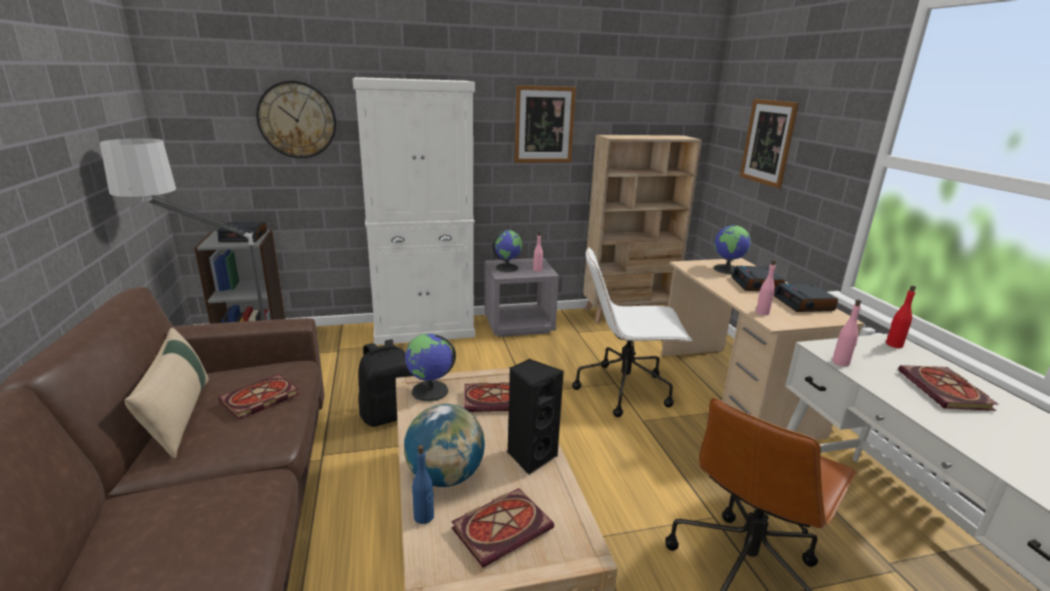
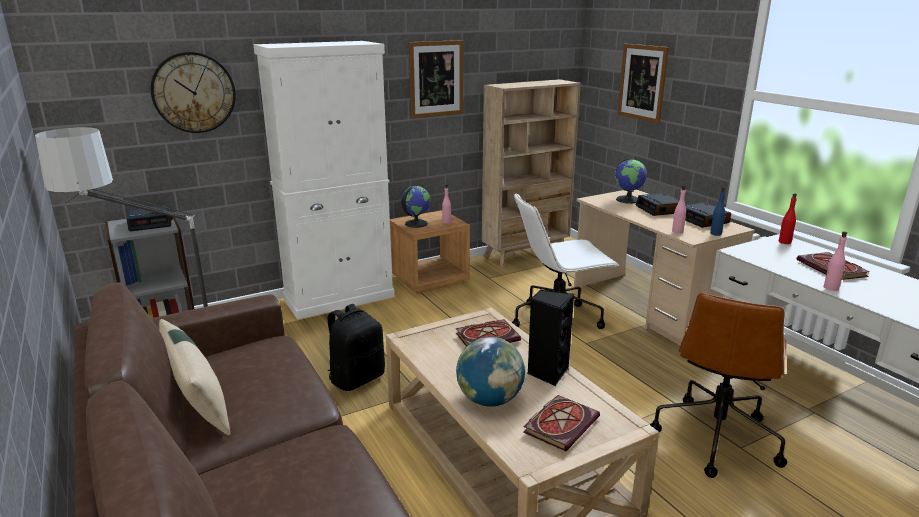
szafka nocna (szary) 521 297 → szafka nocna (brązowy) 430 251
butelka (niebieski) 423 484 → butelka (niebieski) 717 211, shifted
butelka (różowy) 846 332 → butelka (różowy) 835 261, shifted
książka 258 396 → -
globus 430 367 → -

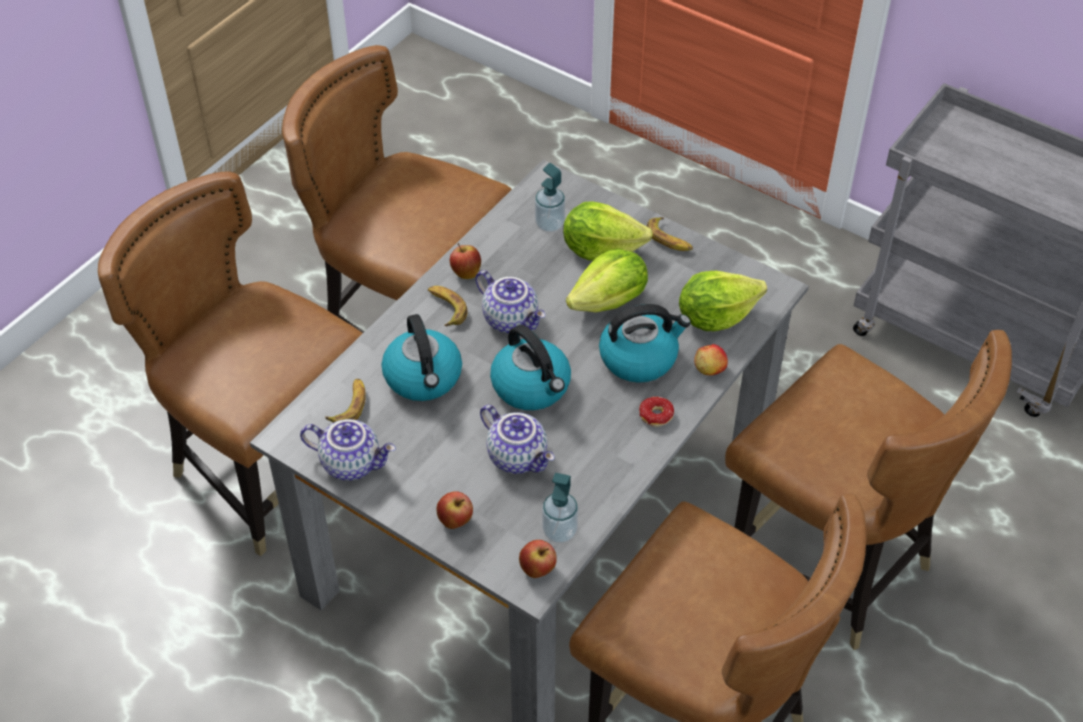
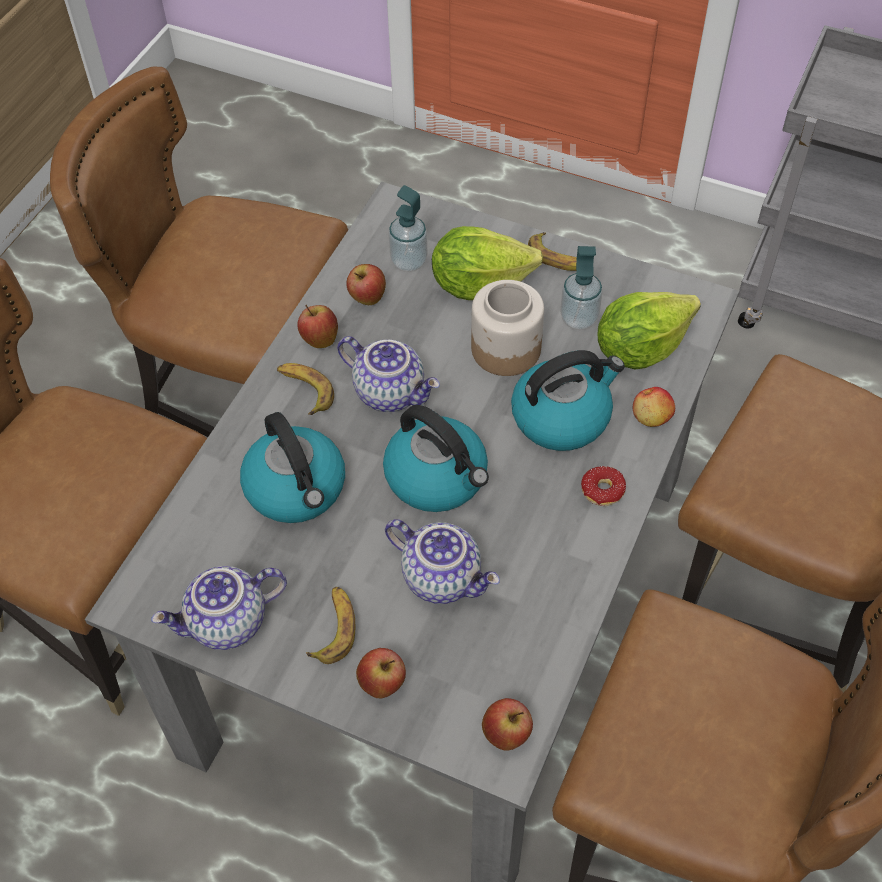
imbryk 348 450 → imbryk 219 608, 150 degrees clockwise
banan 345 401 → banan 330 625, shifted
- → jabłko 366 284
sałata 607 281 → słoik 507 328
dozownik mydła 560 508 → dozownik mydła 581 288, shifted

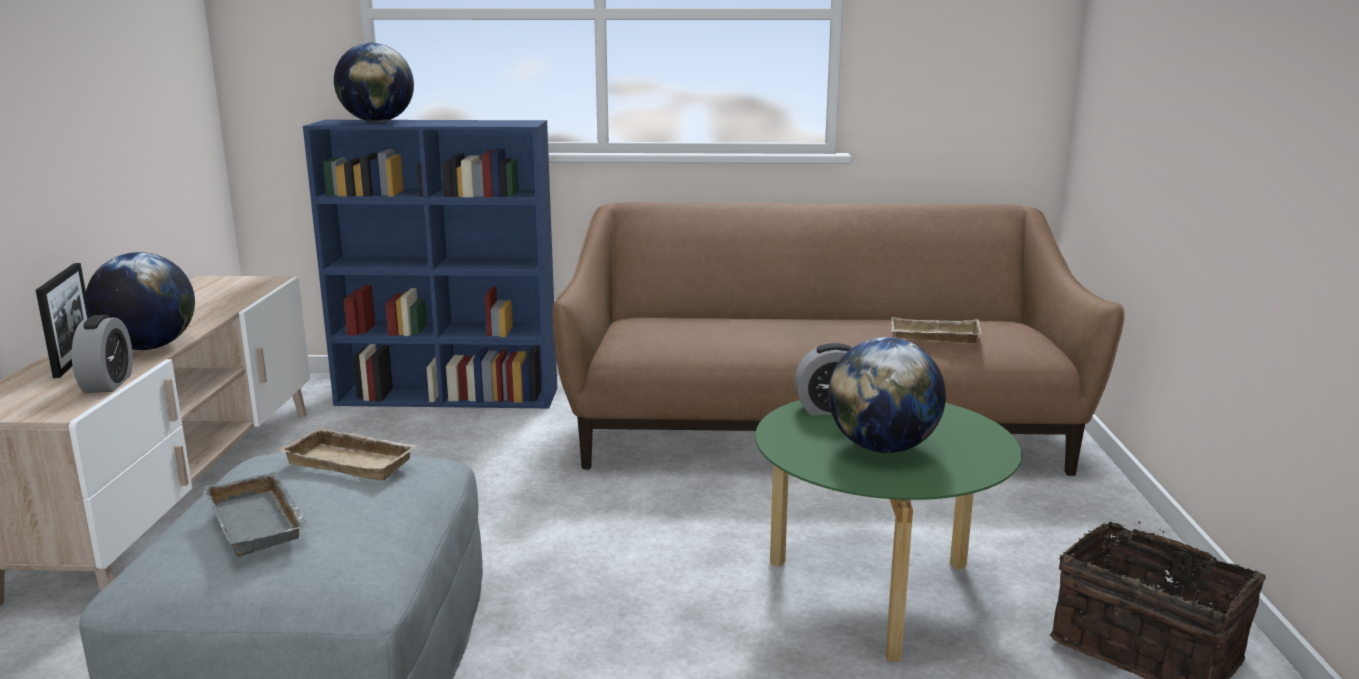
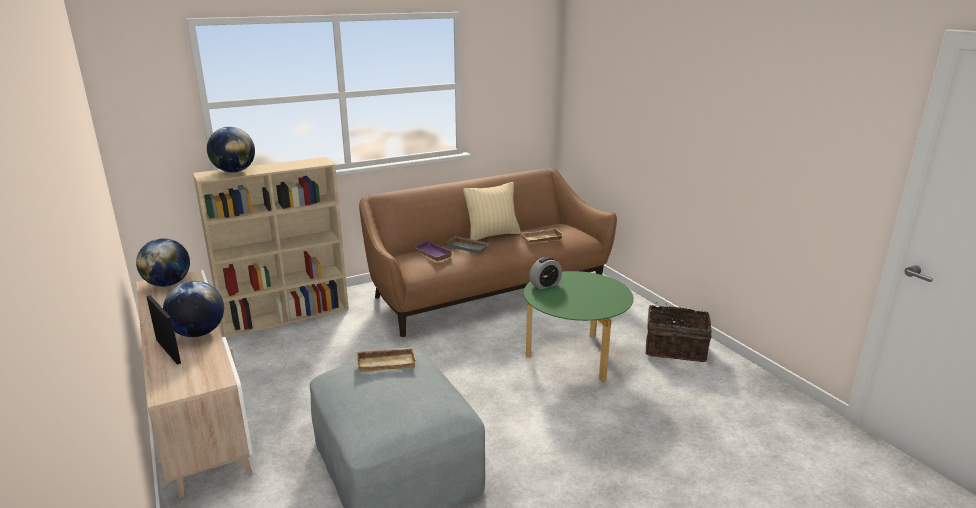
globus 887 395 → globus 163 262, shifted
regał (niebieski) 430 264 → regał (beżowy) 271 247
- → taca (fioletowy) 432 251
taca (szary) 256 514 → taca (szary) 468 245, shifted
- → poduszka (beżowy) 492 211
budzik 102 354 → -

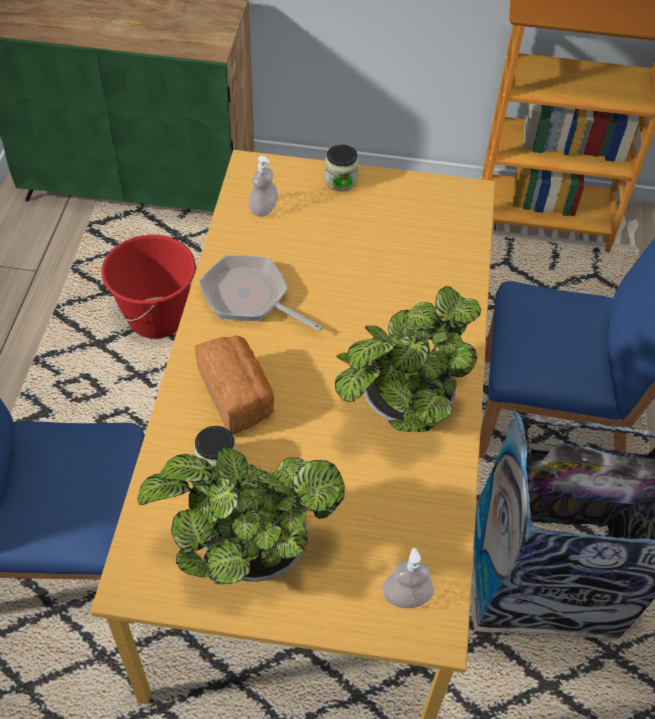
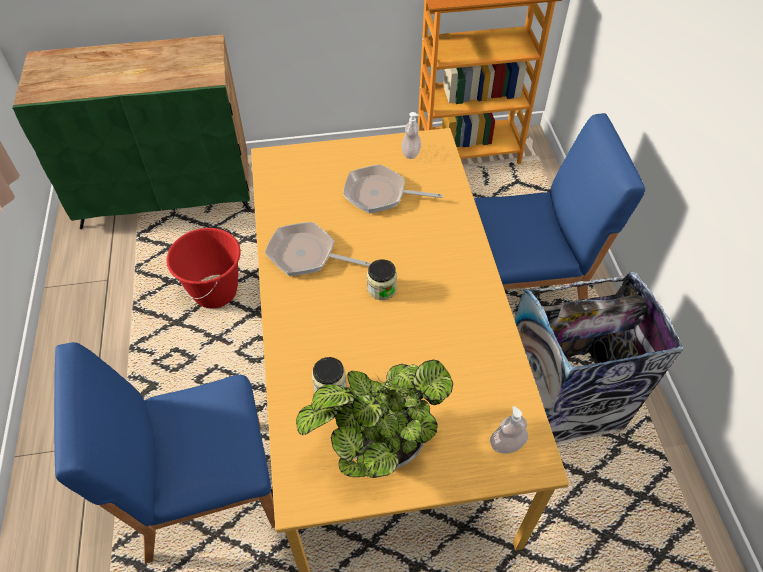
- → patelnia 392 189
słoik 341 167 → słoik 382 279, shifted
dozownik mydła 263 186 → dozownik mydła 411 135, shifted
chleb 234 385 → -
roślina doniczkowa 408 359 → -

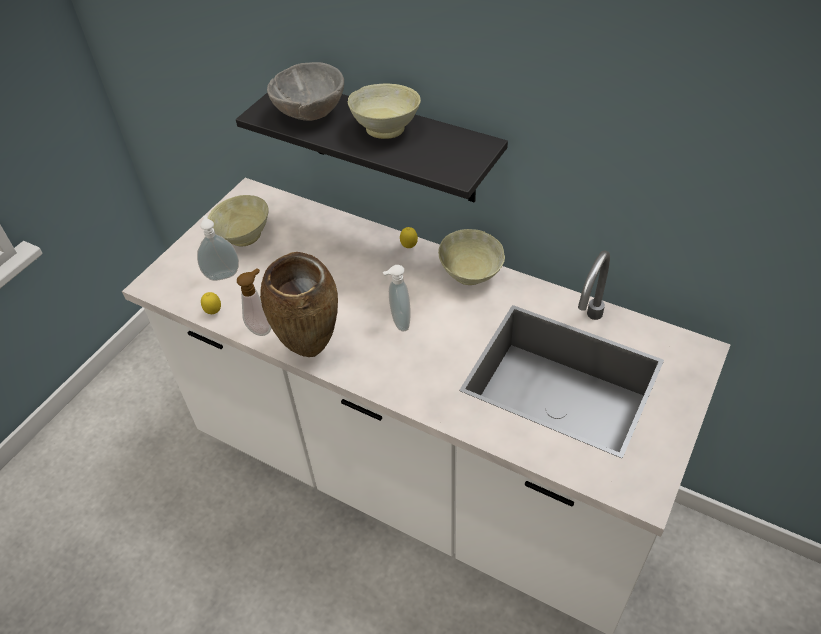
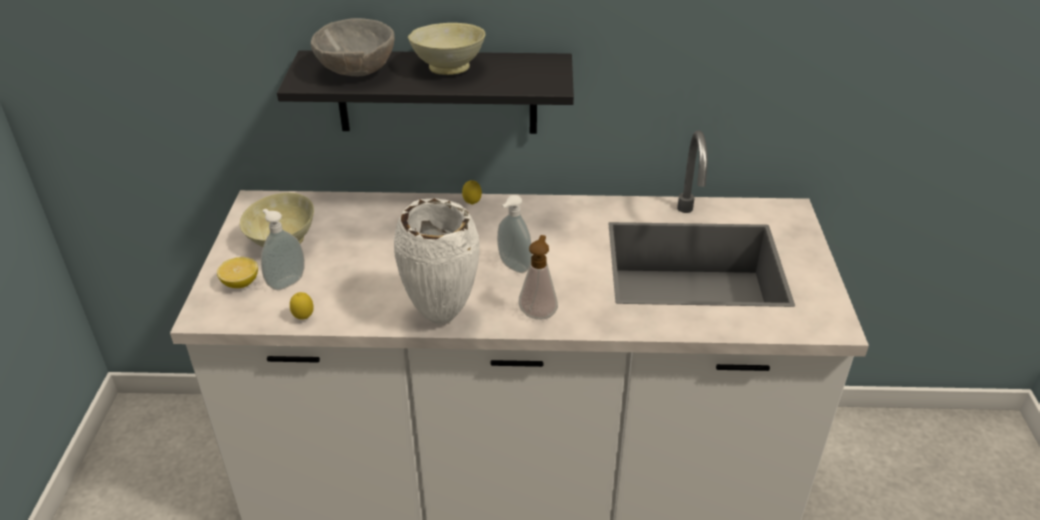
- → cytryna 237 272
wazon (brązowy) 299 304 → wazon (biały) 437 262
dozownik mydła 254 302 → dozownik mydła 538 277, shifted
miska (beżowy) 471 257 → -

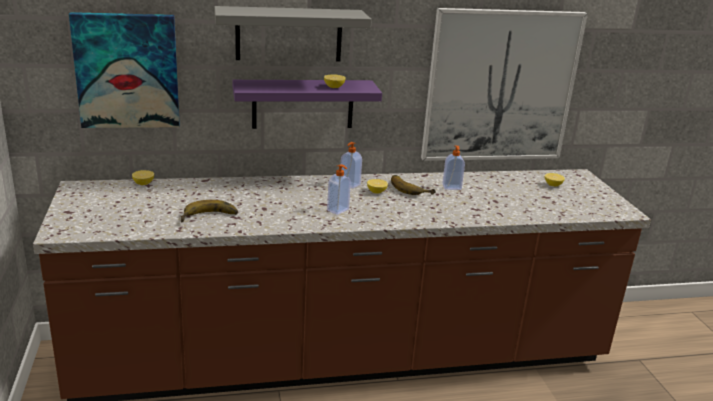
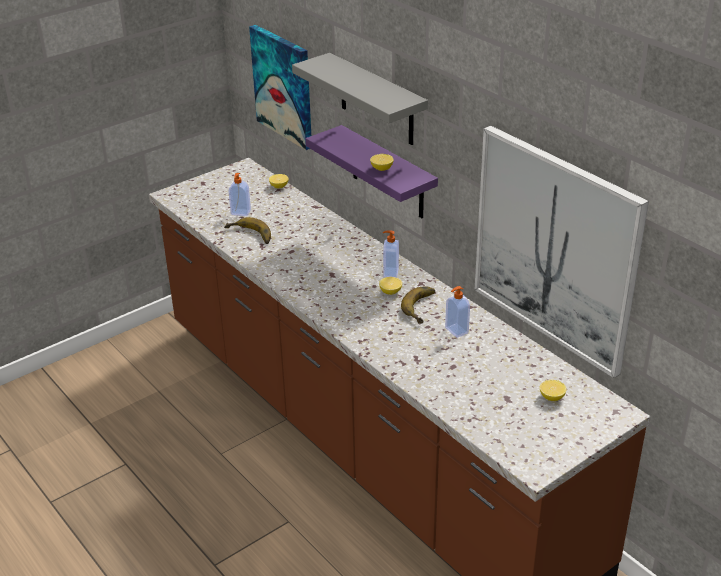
dozownik mydła 339 189 → dozownik mydła 239 194, shifted

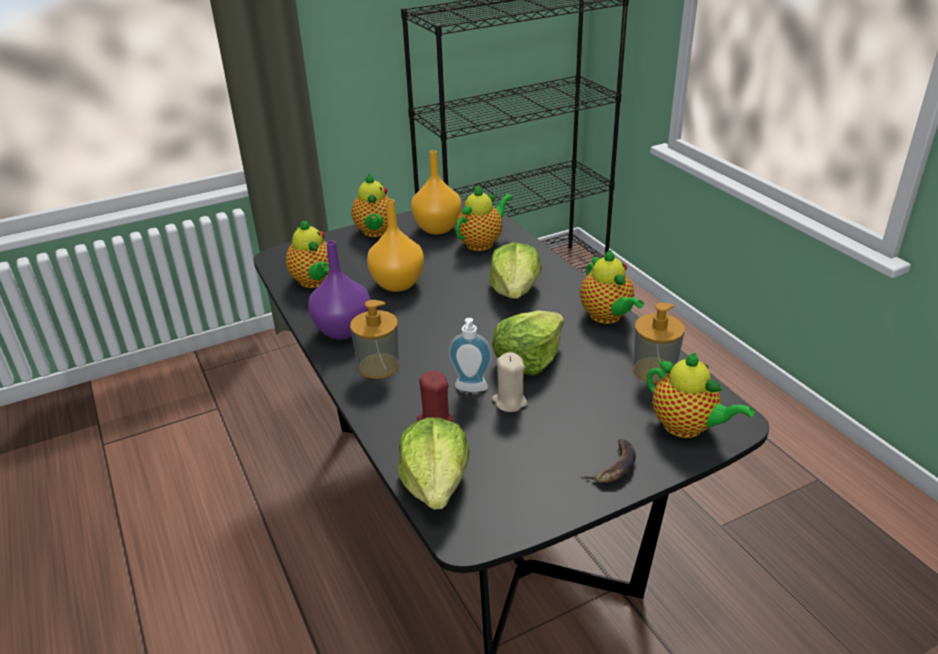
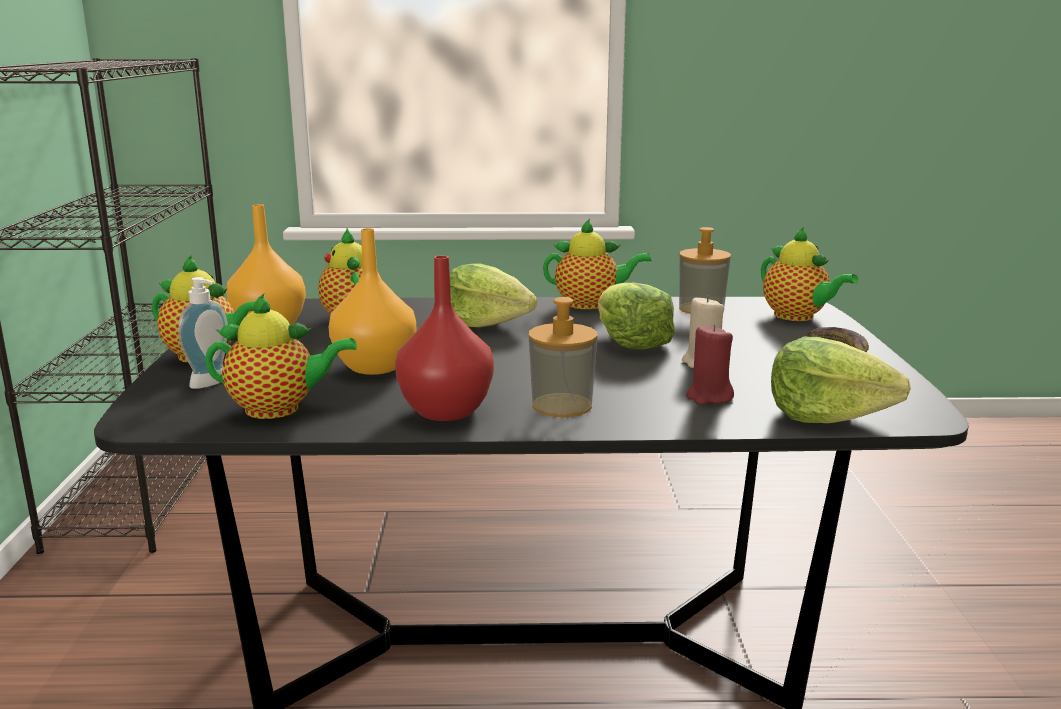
dozownik mydła 470 355 → dozownik mydła 203 333, shifted
wazon (fioletowy) 339 290 → wazon (czerwony) 444 338
imbryk 701 395 → imbryk 809 274, 75 degrees clockwise

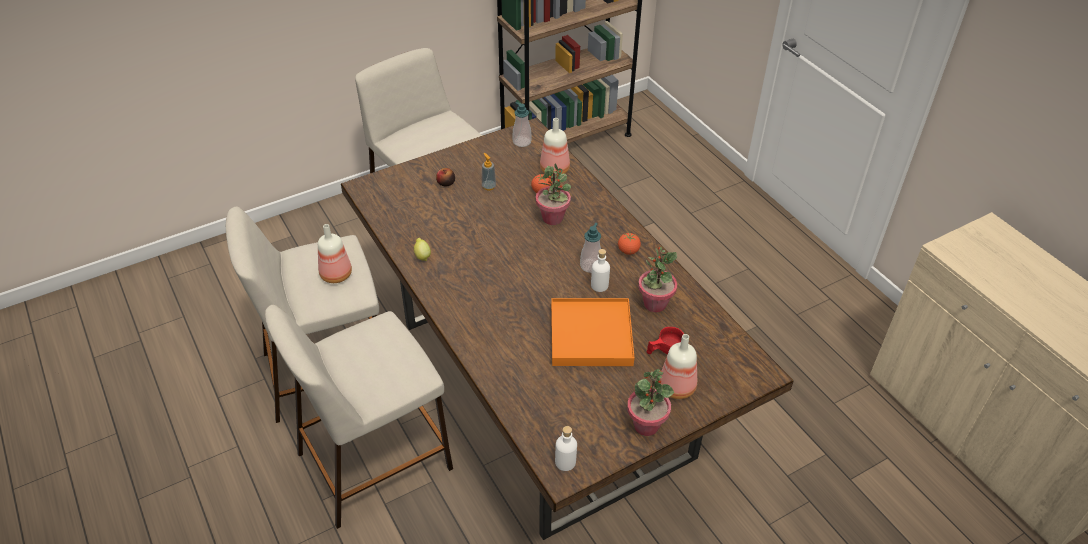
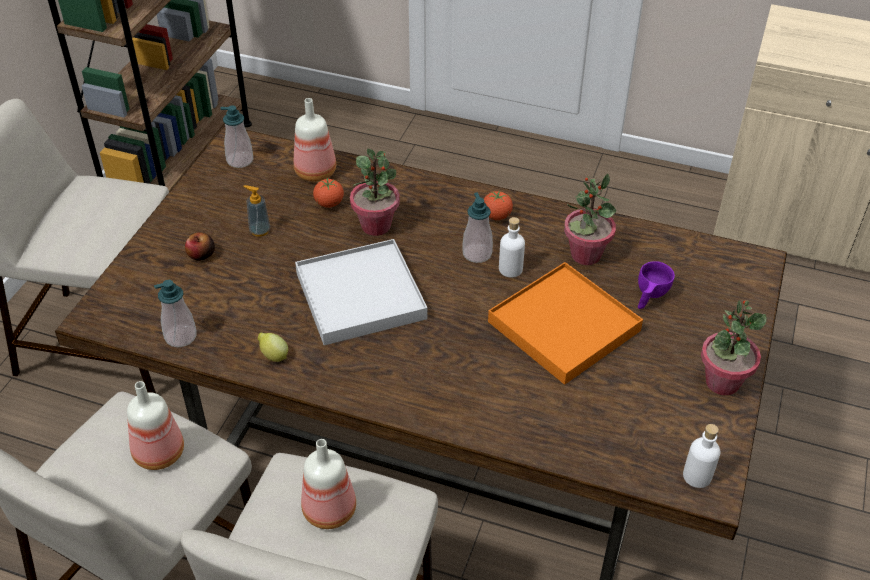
- → dozownik mydła 175 313
- → taca (biały) 361 292
butelka 678 366 → butelka 328 484, shifted
filiżanka (czerwony) 665 340 → filiżanka (fioletowy) 656 285

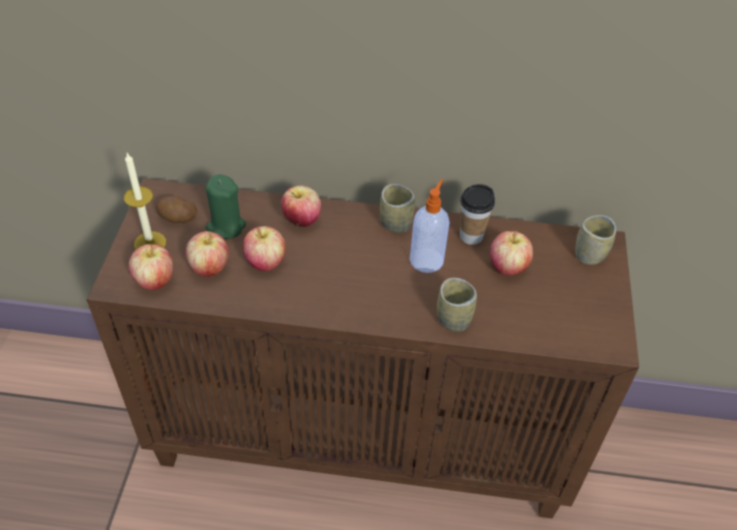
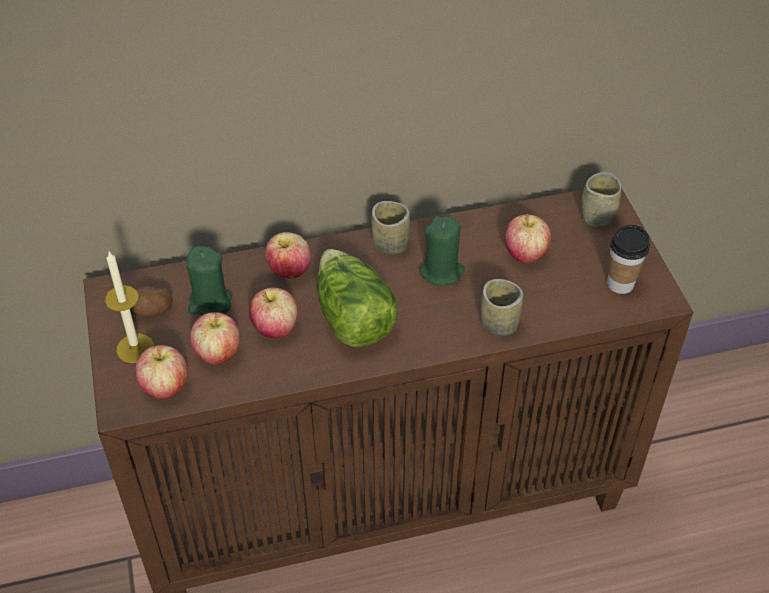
- → sałata 357 298
dozownik mydła 429 226 → świeca (zielony) 442 251
filiżanka 477 214 → filiżanka 628 259, shifted

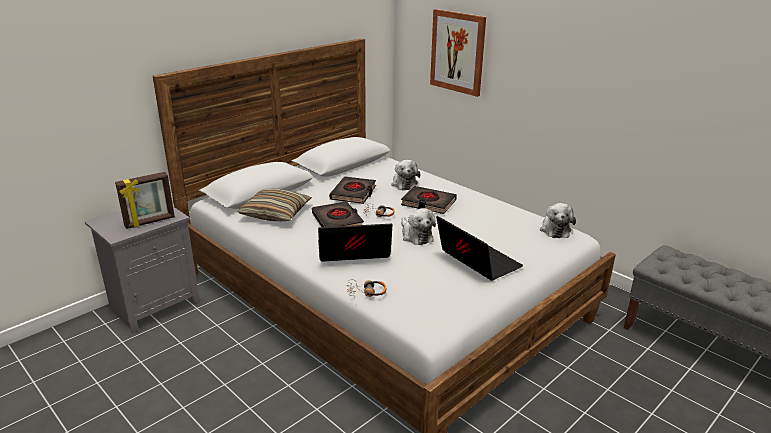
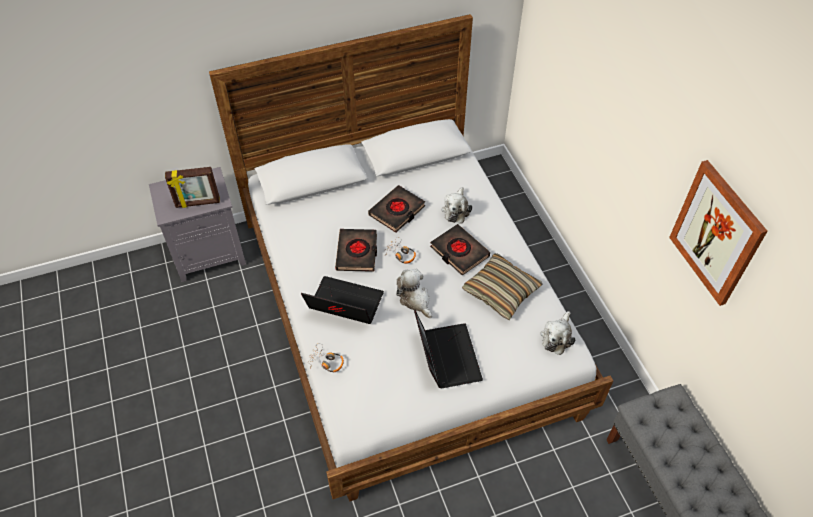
pluszak 418 226 → pluszak 414 293, 150 degrees clockwise
poduszka 275 205 → poduszka 502 286, shifted
obraz 458 53 → obraz 718 233, shifted

